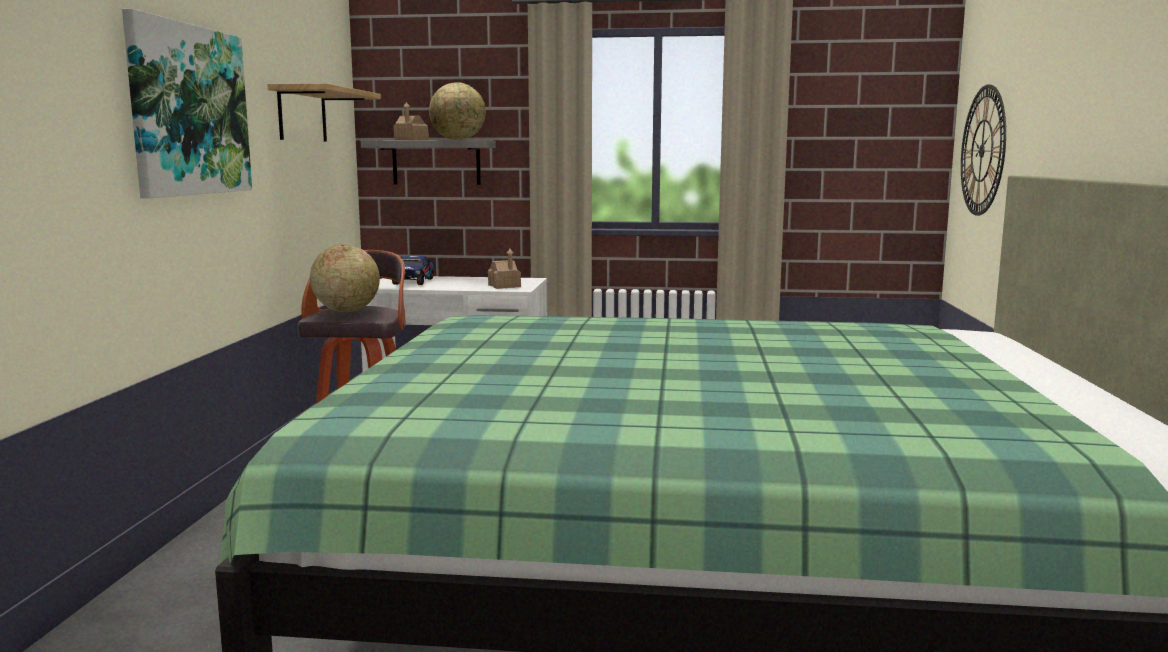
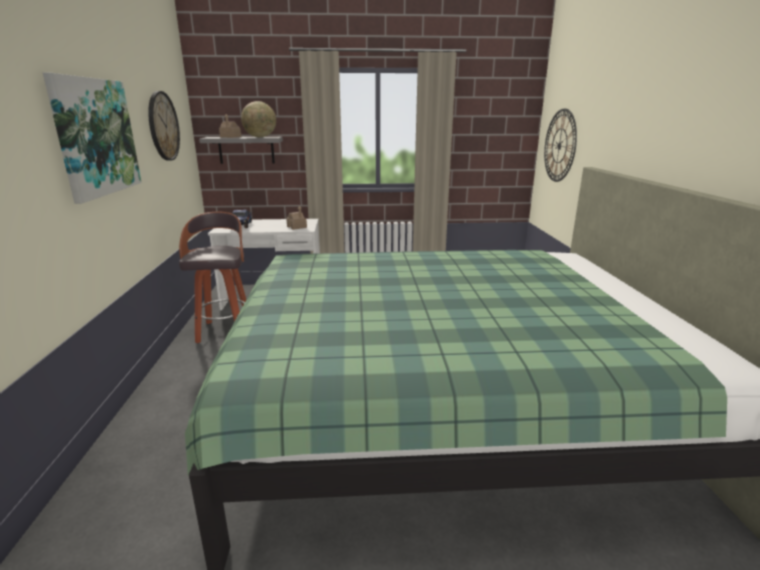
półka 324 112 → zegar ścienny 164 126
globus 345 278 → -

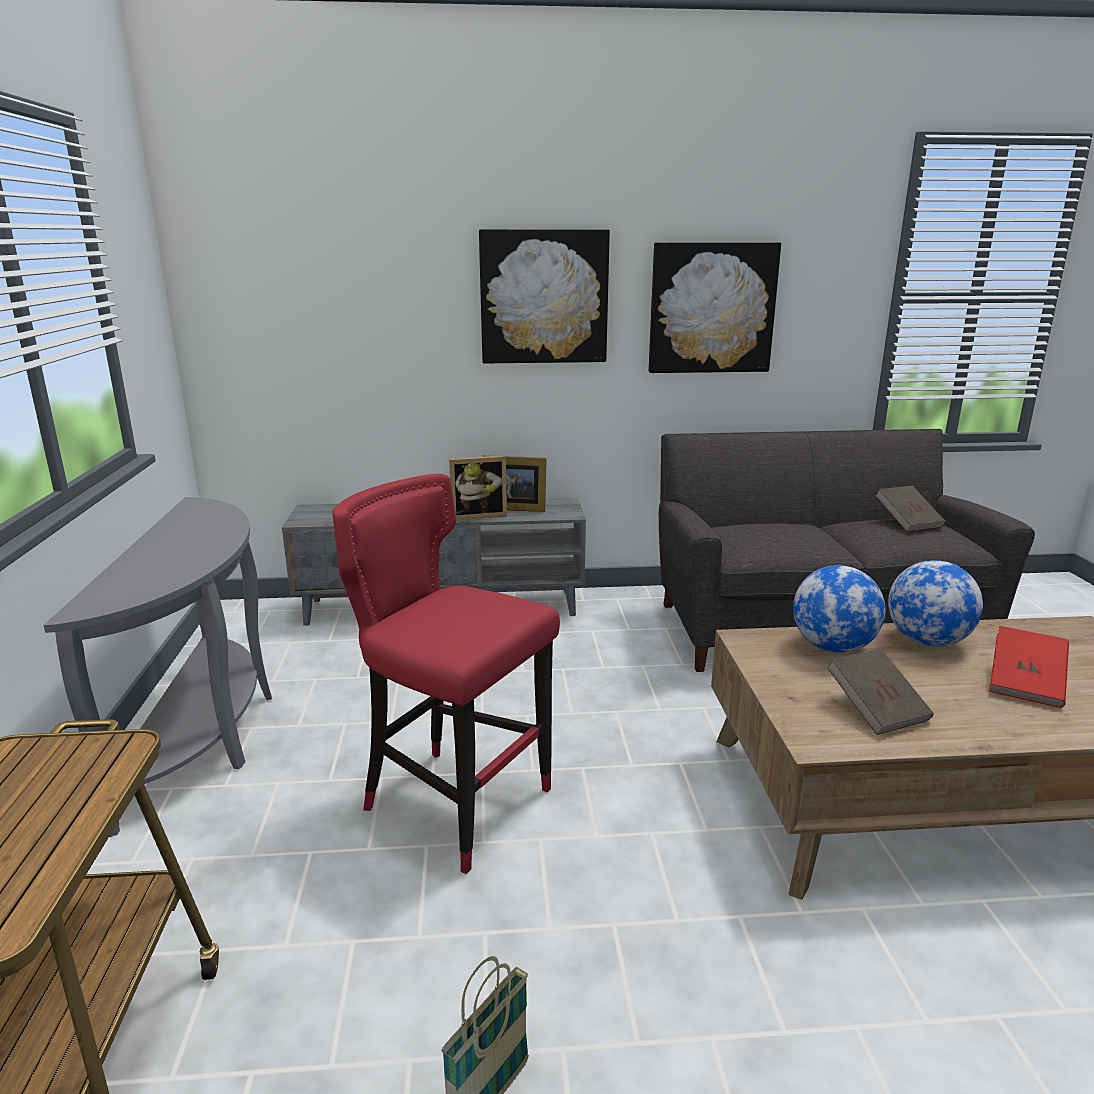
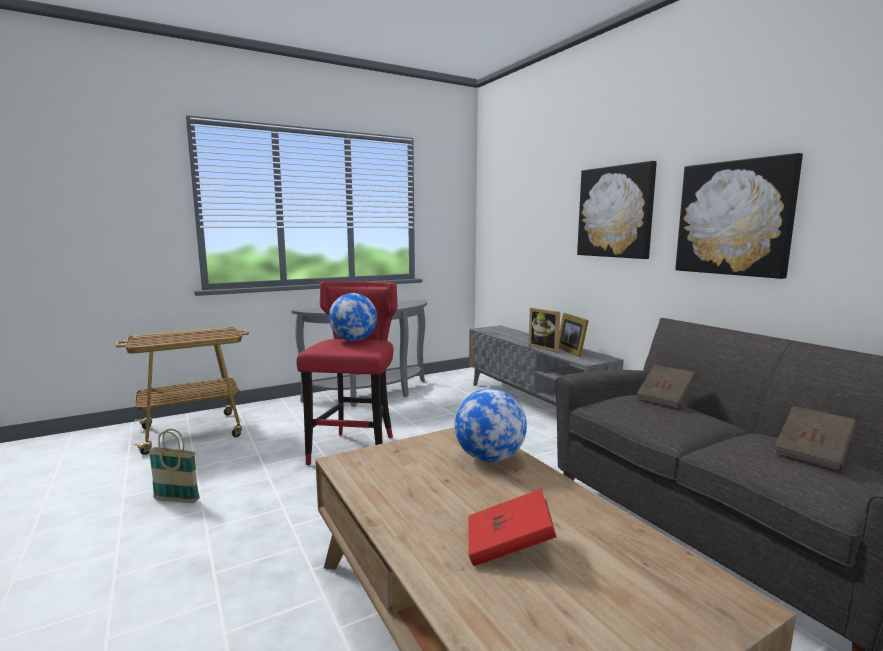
globus 935 603 → globus 353 317, shifted
książka (brązowy) 880 691 → książka (brązowy) 666 387, shifted

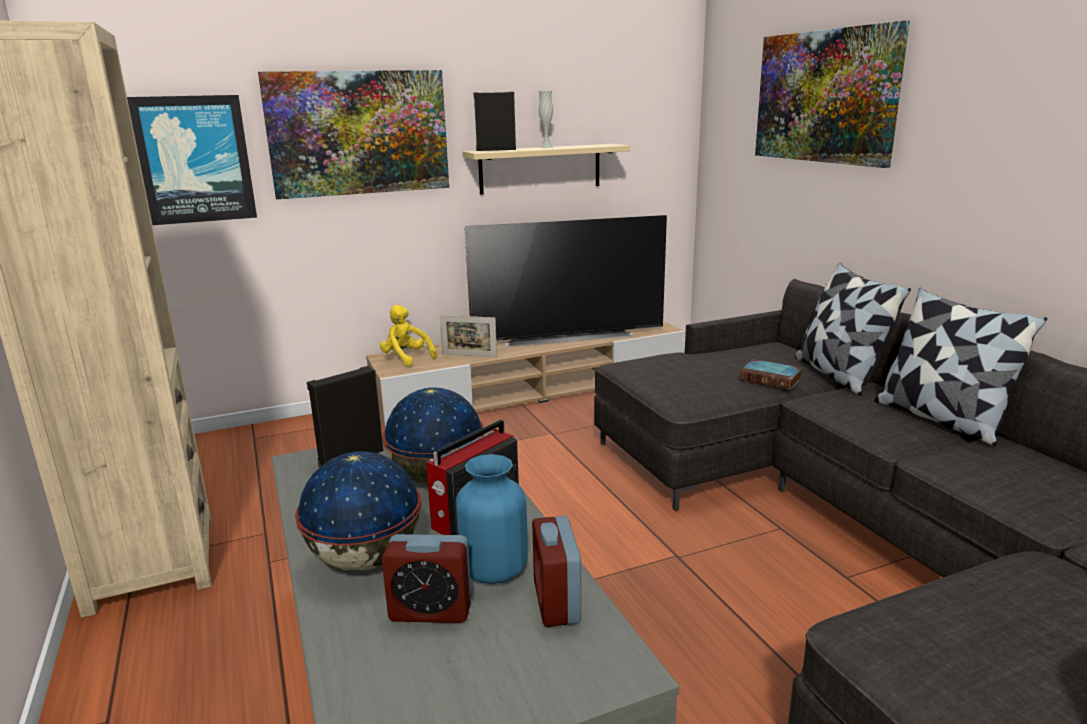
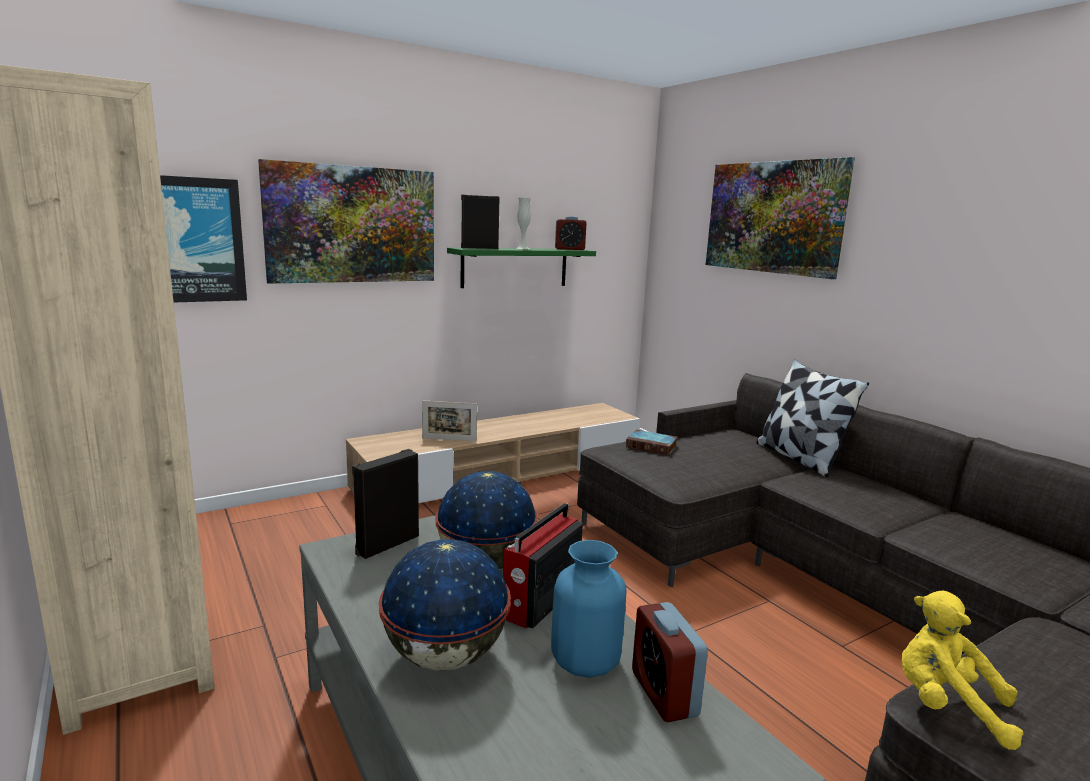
półka (beżowy) 546 169 → półka (zielony) 521 268
budzik 427 578 → budzik 570 233, shifted
książka 770 374 → książka 652 442, shifted
pluszak (żółty) 408 335 → pluszak (żółty) 962 670, shifted
telewizor 566 281 → -
poduszka 960 367 → -

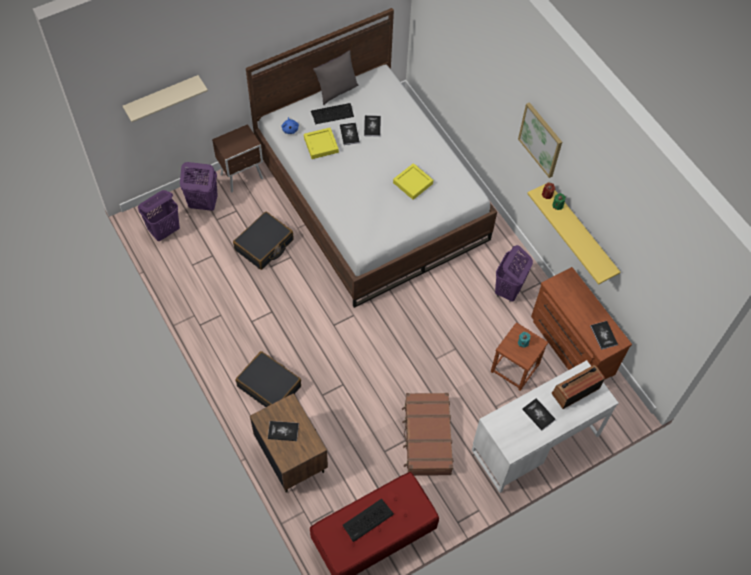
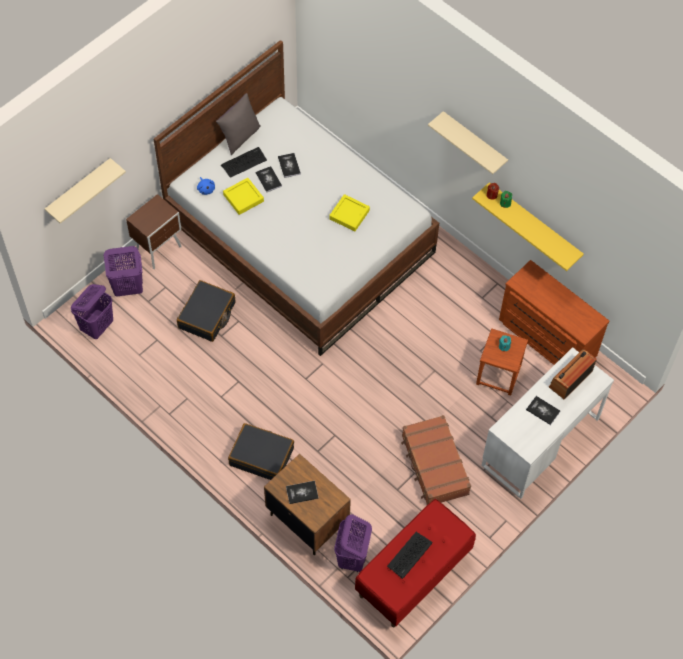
kosz na pranie (fioletowy) 514 273 → kosz na pranie (fioletowy) 353 543, shifted
obraz 540 140 → półka (beżowy) 468 142
książka 604 335 → -

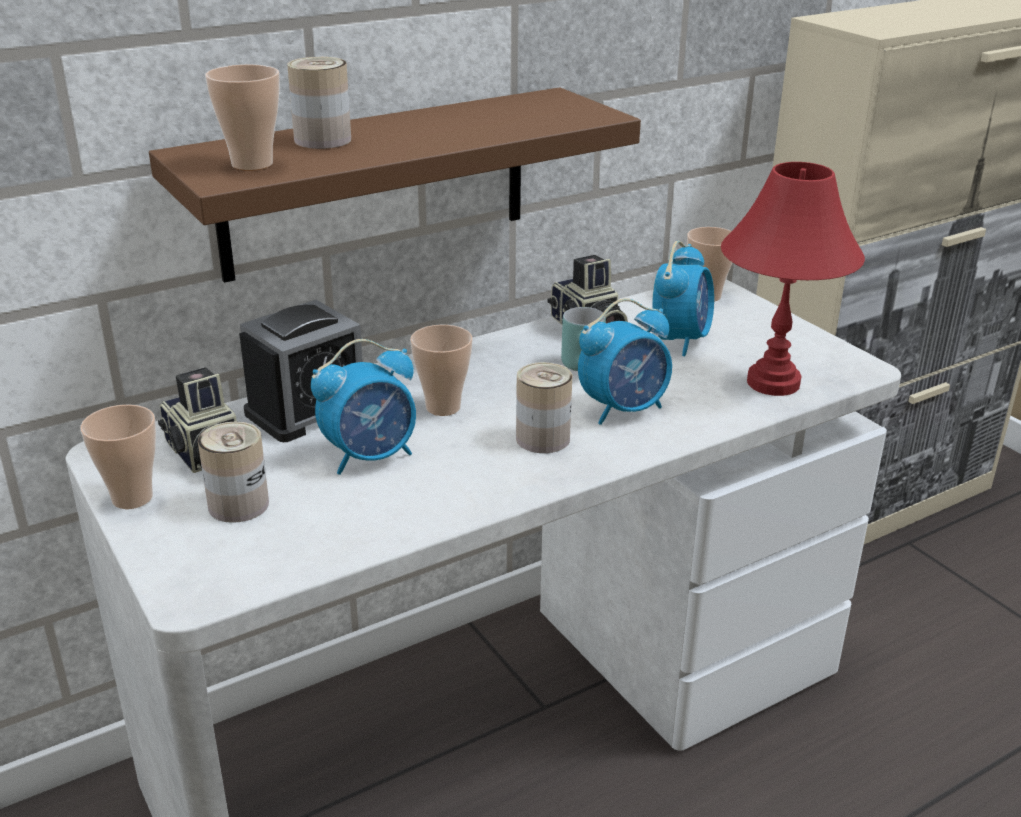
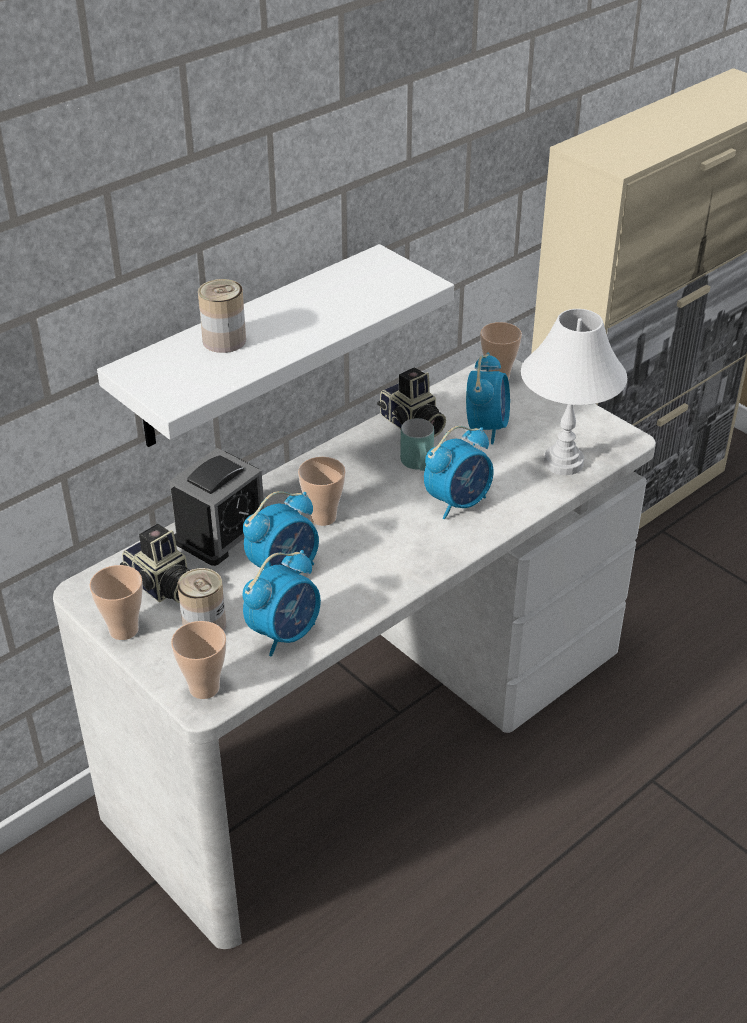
półka (brązowy) 395 185 → półka (biały) 275 345
filiżanka 242 117 → filiżanka 198 660, shifted
- → budzik 282 603
lampa stołowa (czerwony) 793 279 → lampa stołowa (biały) 574 392
puszka 544 407 → -

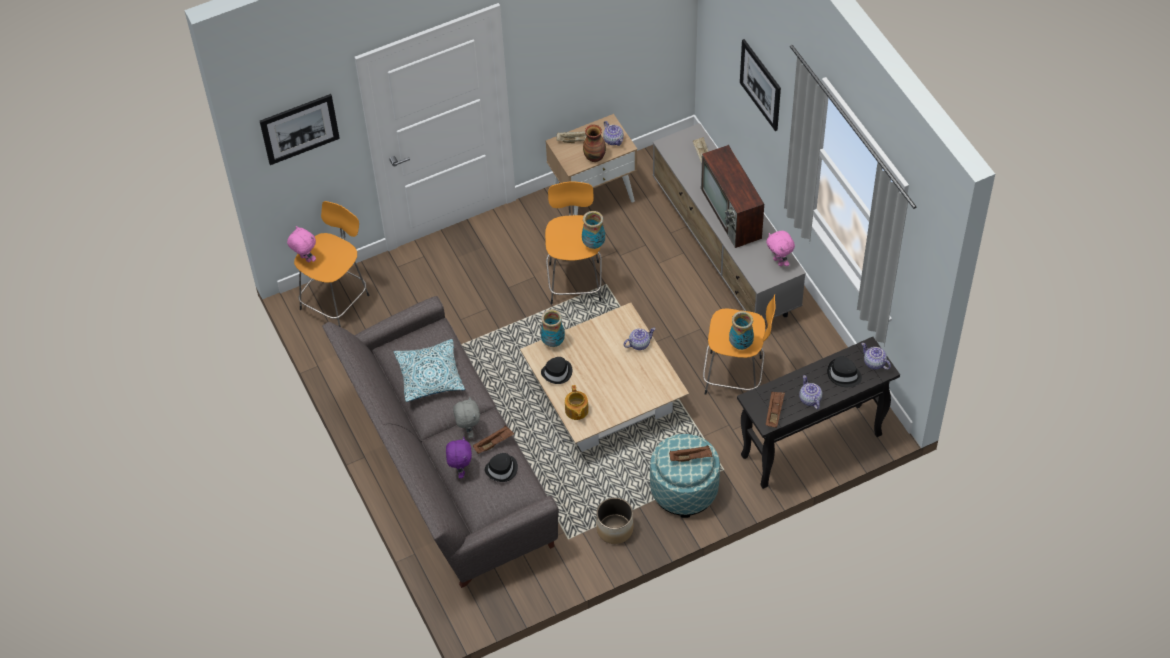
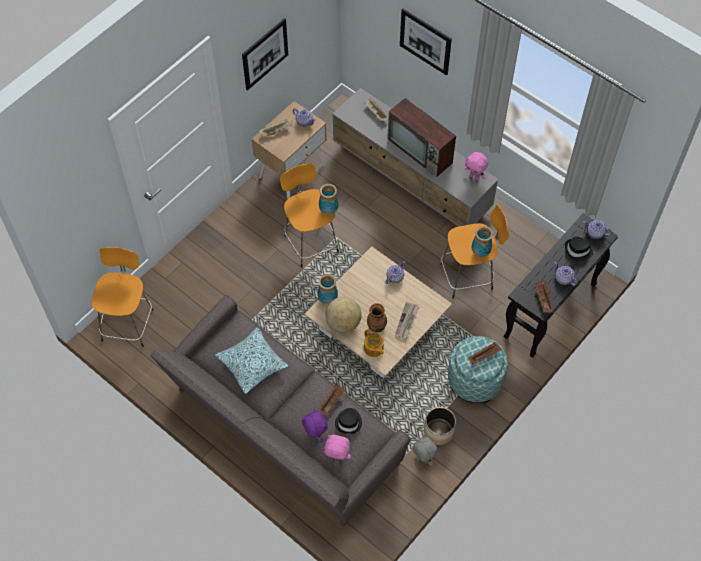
obraz 300 129 → obraz 265 54, shifted
pluszak (różowy) 301 244 → pluszak (różowy) 337 447, shifted
kapelusz (czarny) 556 370 → globus 344 315
wazon 594 143 → wazon 377 317, shifted
- → gazeta 407 320
pluszak (szary) 466 417 → pluszak (szary) 425 450, shifted

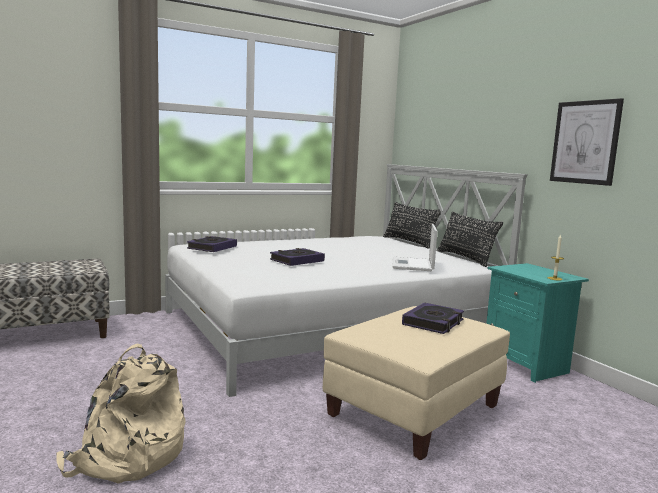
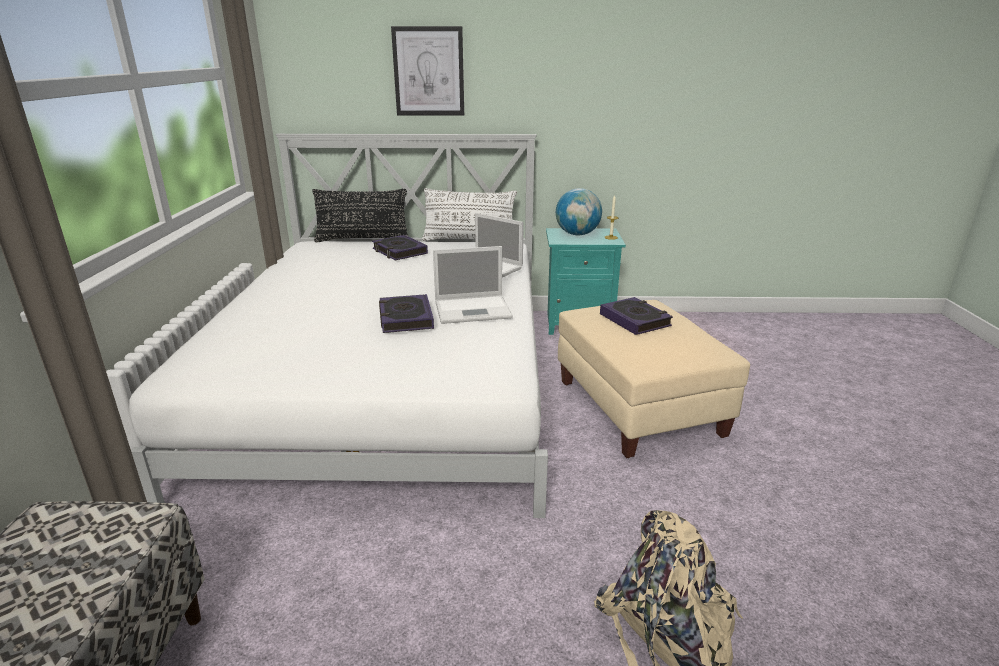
książka 212 244 → książka 400 247, shifted
obraz 587 142 → obraz 427 71, shifted
poduszka (czarny) 470 239 → poduszka (biały) 469 214
- → laptop 473 285
- → globus 579 211

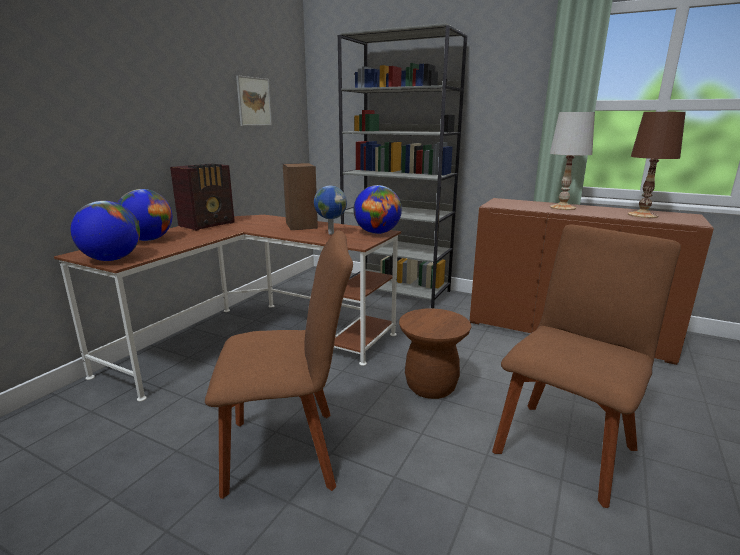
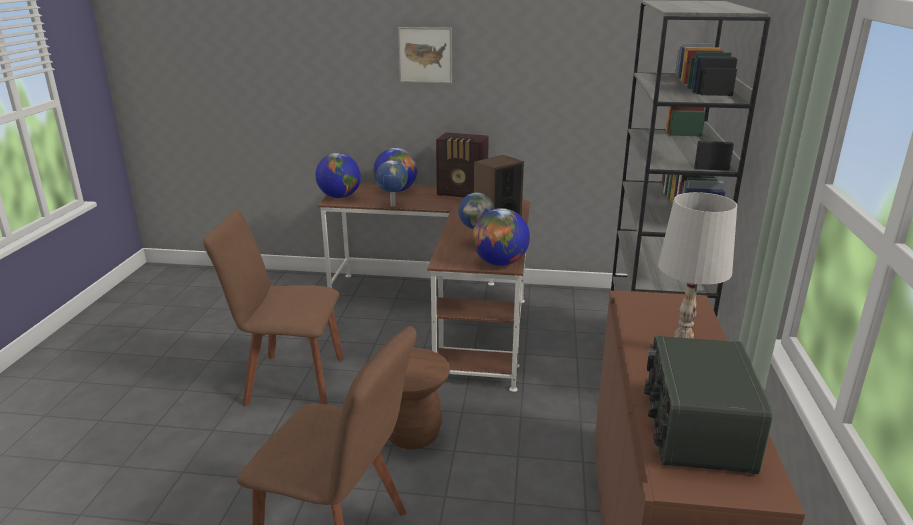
krzesło (brązowy) 279 364 → krzesło (brązowy) 273 308, 120 degrees clockwise
- → globus 392 183
obraz 254 100 → obraz 425 55, shifted
lampa stołowa (brązowy) 657 165 → radio 708 405

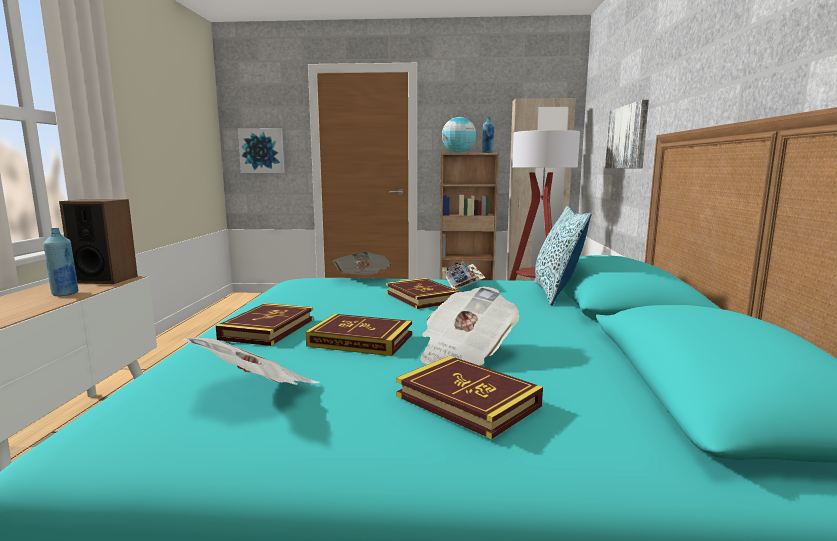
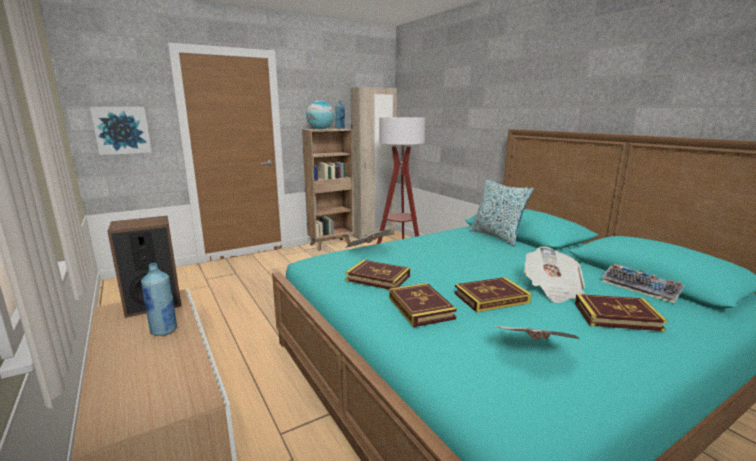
książka 423 293 → książka 377 275, shifted
klawiatura 465 276 → klawiatura 643 283, shifted
obraz 627 134 → -

